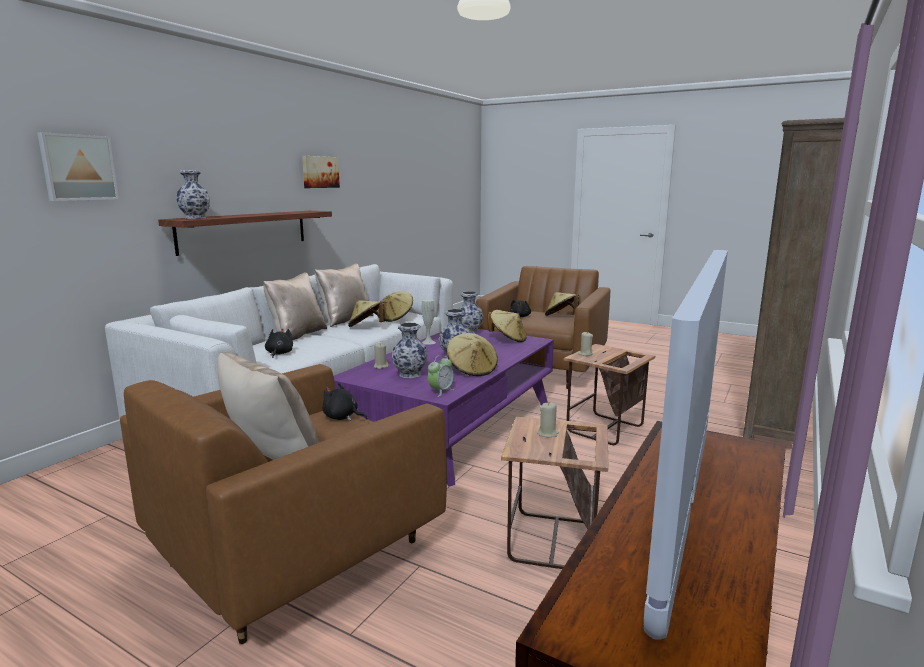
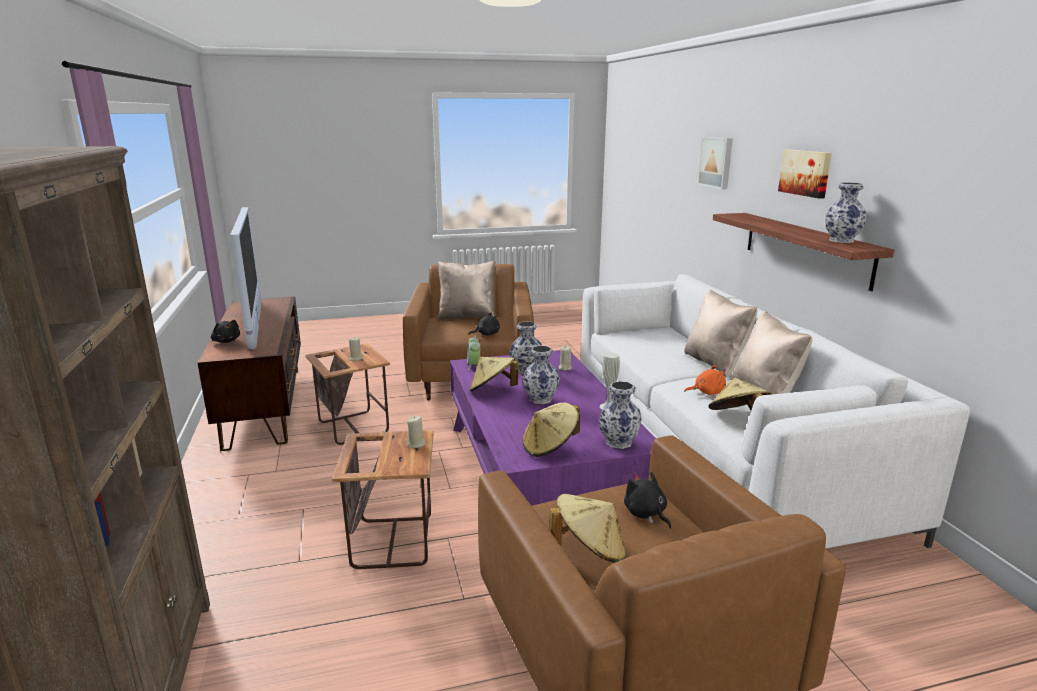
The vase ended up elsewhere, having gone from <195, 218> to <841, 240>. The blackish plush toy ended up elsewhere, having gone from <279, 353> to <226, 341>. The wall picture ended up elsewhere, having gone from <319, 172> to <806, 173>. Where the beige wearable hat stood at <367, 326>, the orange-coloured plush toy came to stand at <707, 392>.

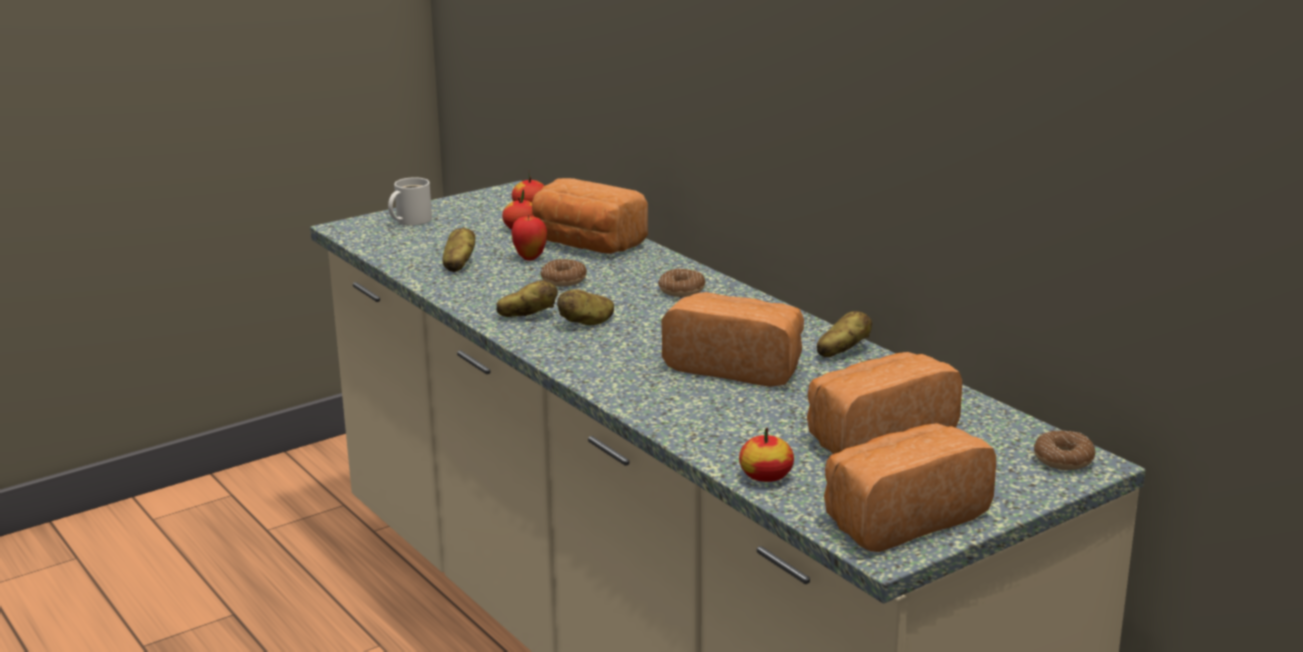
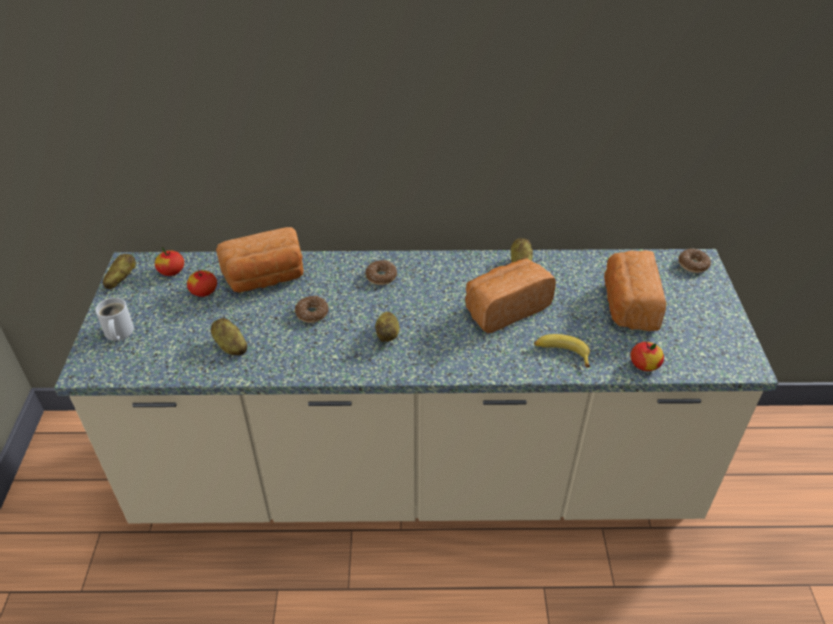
The second view lost the whole apple at <530, 258>. The second view lost the bread at <901, 517>. The second view gained the banana at <561, 353>. The whole potato ended up elsewhere, having gone from <528, 315> to <121, 279>.

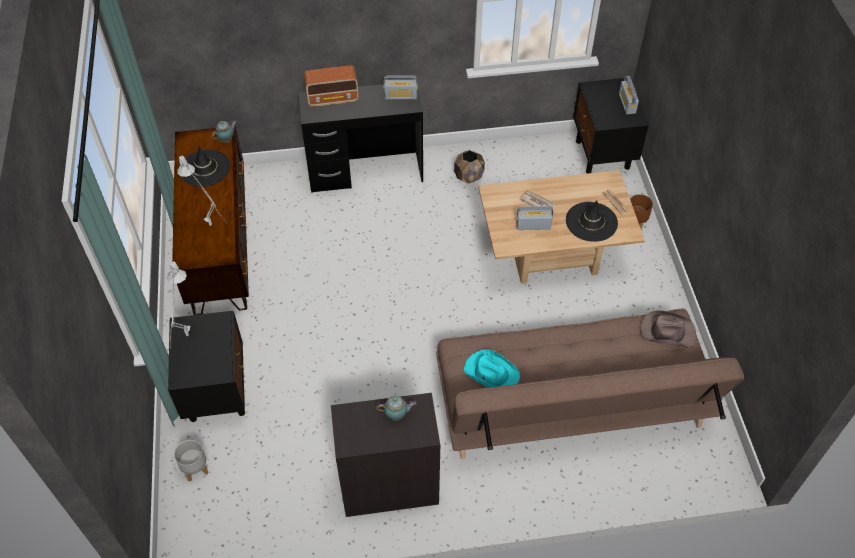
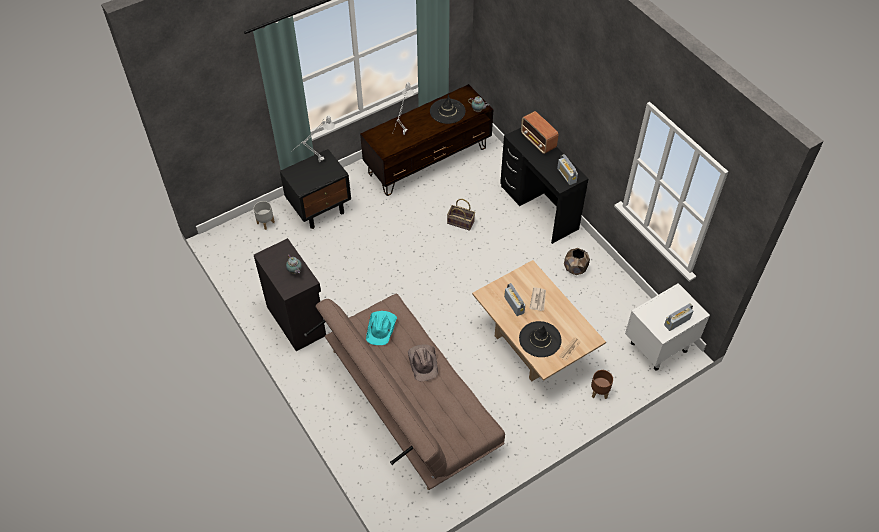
The second view gained the basket at <461, 222>. The brown-coloured wearable hat ended up elsewhere, having gone from <666, 331> to <423, 362>. What was the blackish bedside table at <602, 155> turned into the whitish bedside table at <658, 347>.

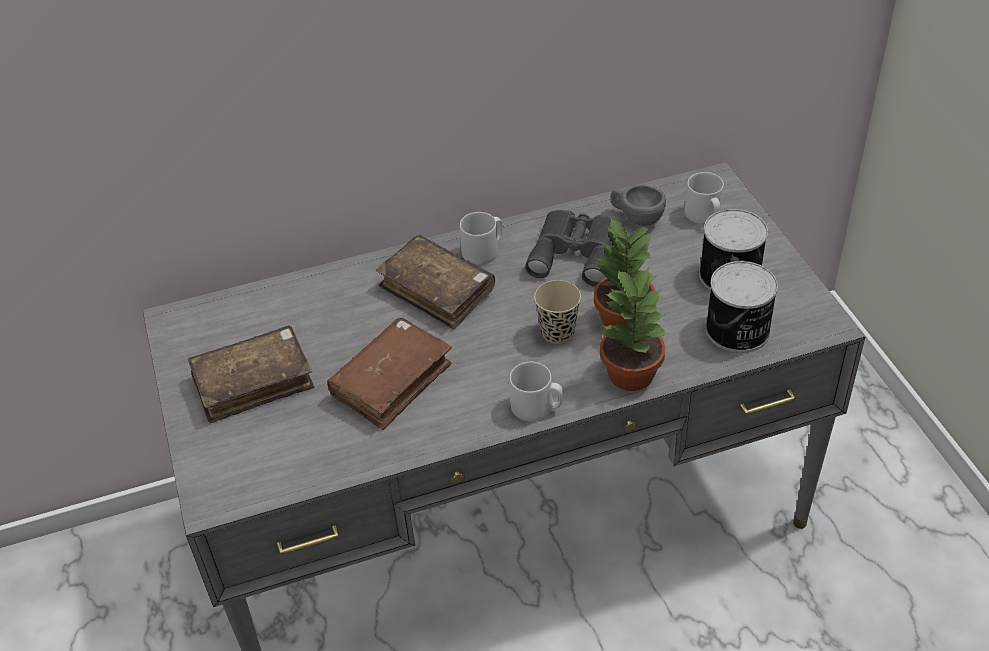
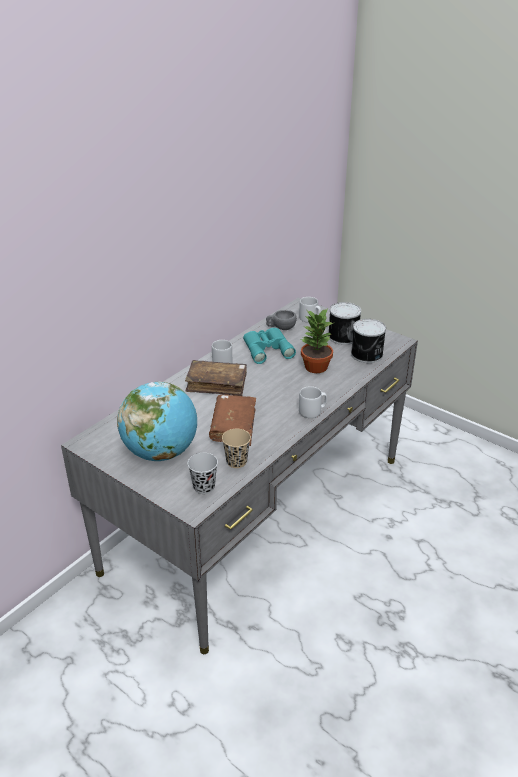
The second view lost the plant in a pot at <631, 373>. The second view gained the blackish small cup at <204, 487>. The beige small cup ended up elsewhere, having gone from <557, 332> to <236, 461>. Where the brown-coloured bound book stood at <253, 382>, the world globe came to stand at <161, 452>. What was the greyish pair of binoculars at <576, 251> turned into the turquoise-coloured pair of binoculars at <267, 348>.

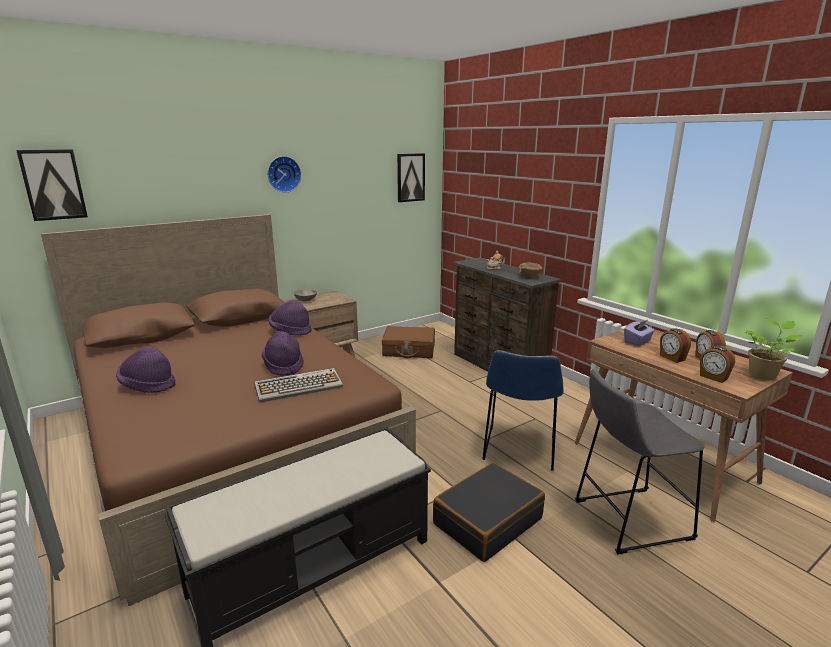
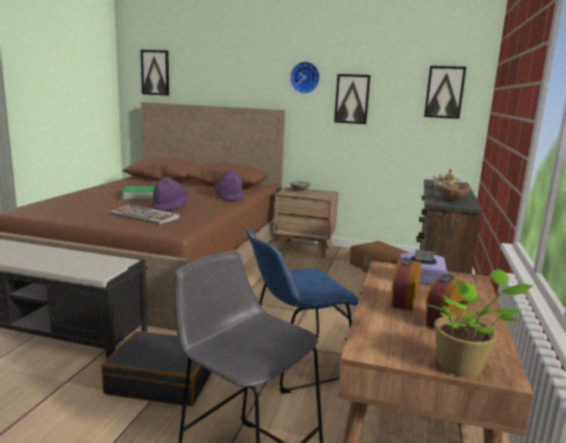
The second view lost the purple-coloured wearable hat at <148, 385>. The second view lost the alarm clock at <713, 377>. The second view gained the bound book at <139, 196>. The second view gained the wall picture at <352, 99>.

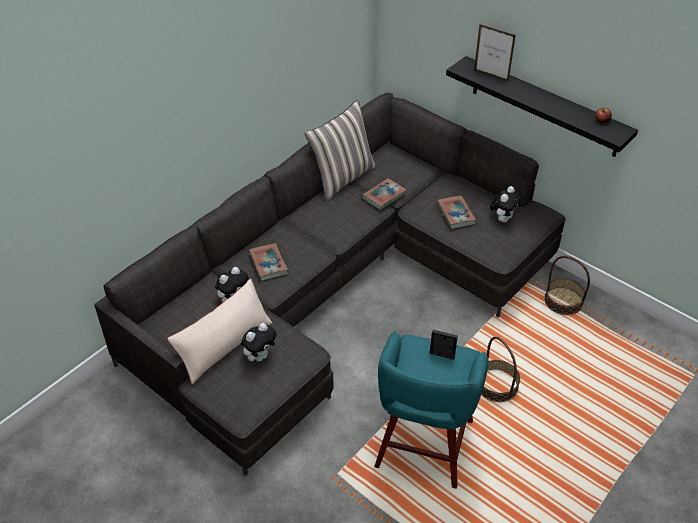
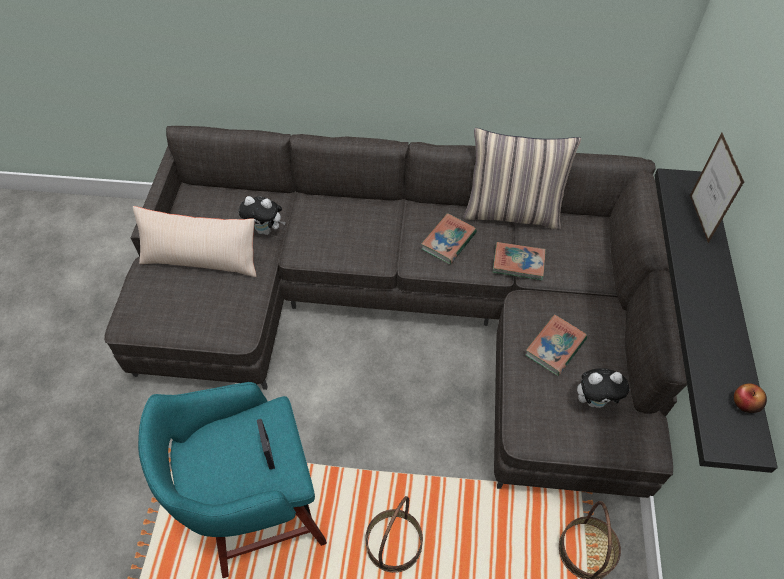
The second view lost the plush toy at <260, 356>. The bound book ended up elsewhere, having gone from <269, 264> to <448, 241>.

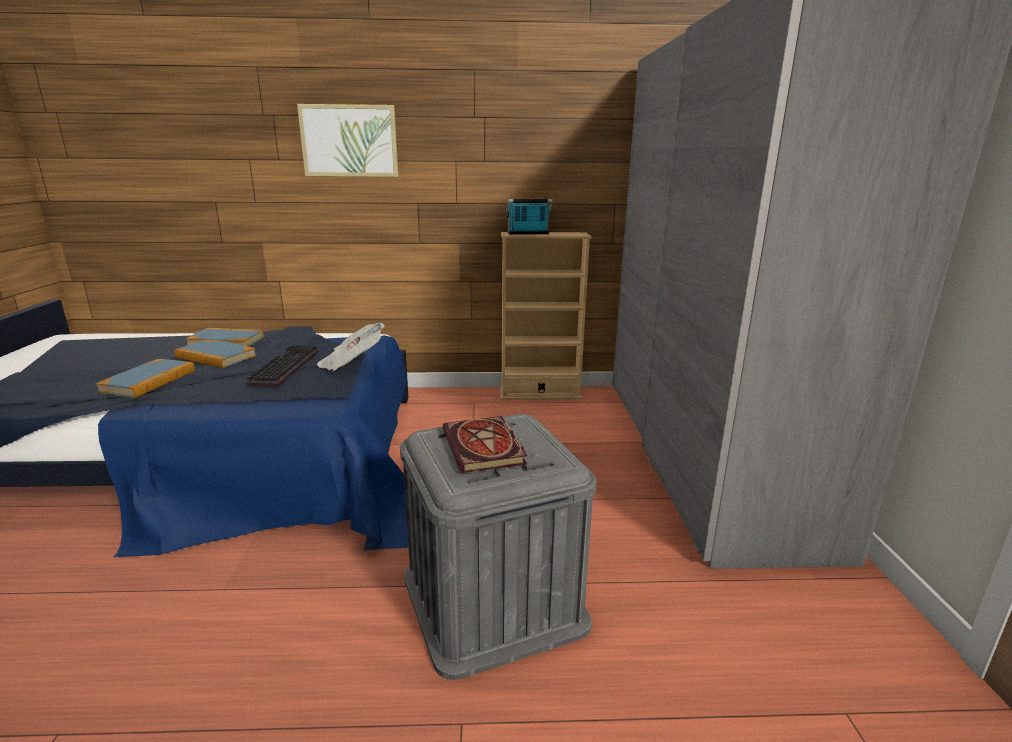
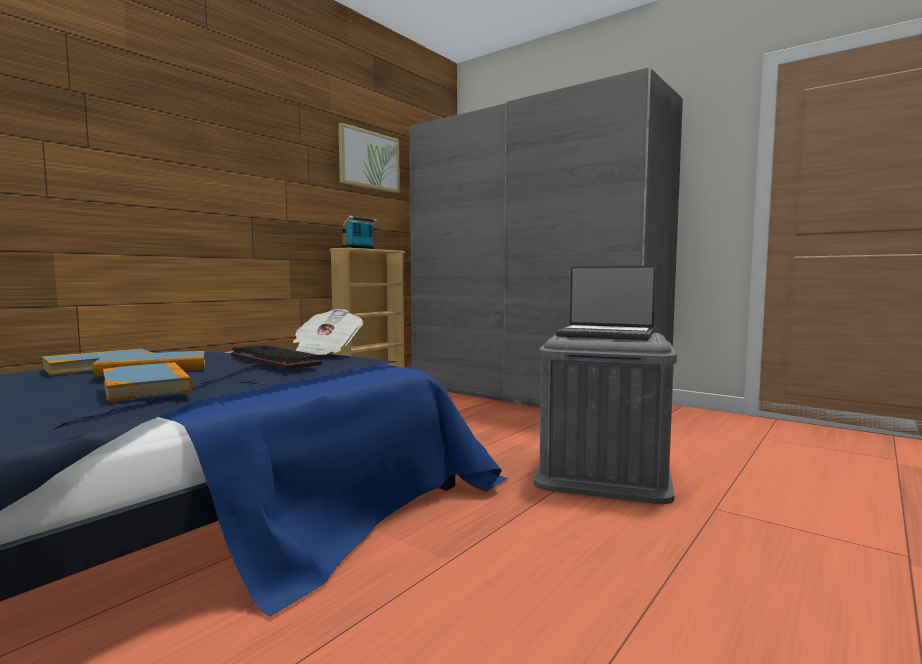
The wall picture ended up elsewhere, having gone from <349, 141> to <369, 160>. Where the bound book stood at <485, 448>, the laptop came to stand at <606, 335>.

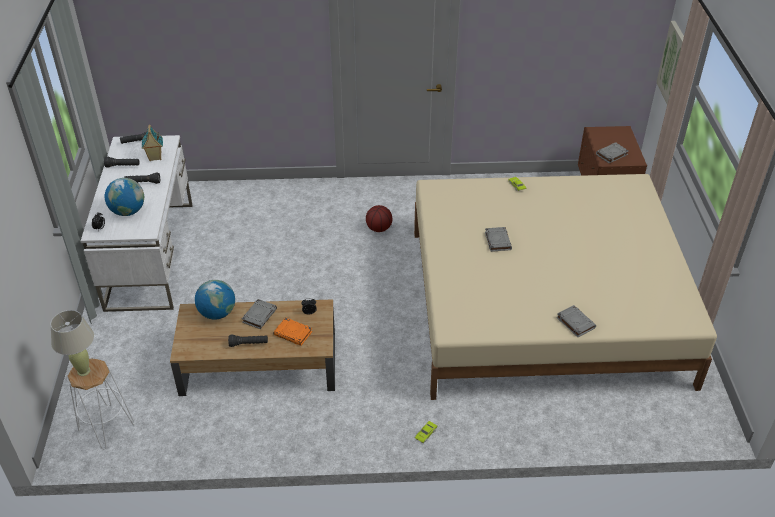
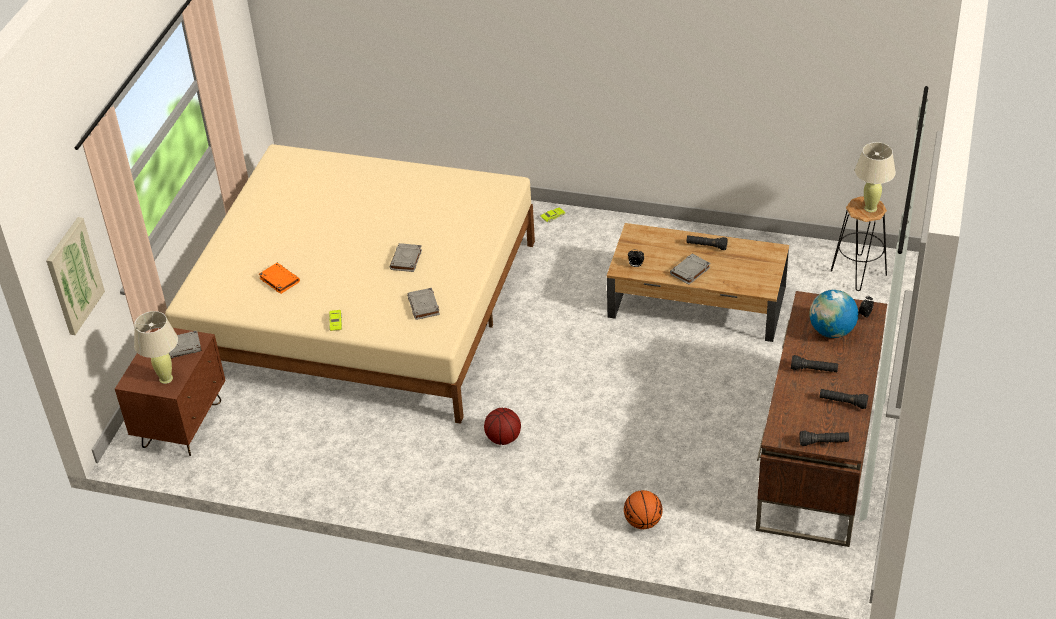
The second view lost the model house at <155, 157>. The second view lost the world globe at <217, 313>. The second view gained the beige tabletop lamp at <166, 378>. The second view gained the basketball ball at <643, 522>. The orange-coloured bound book ended up elsewhere, having gone from <293, 333> to <279, 280>. The greyish bound book ended up elsewhere, having gone from <575, 322> to <424, 306>. What was the whitish stool at <107, 427> turned into the blackish stool at <858, 272>. What was the whitish desk unit at <150, 254> turned into the brown-coloured desk unit at <817, 459>.

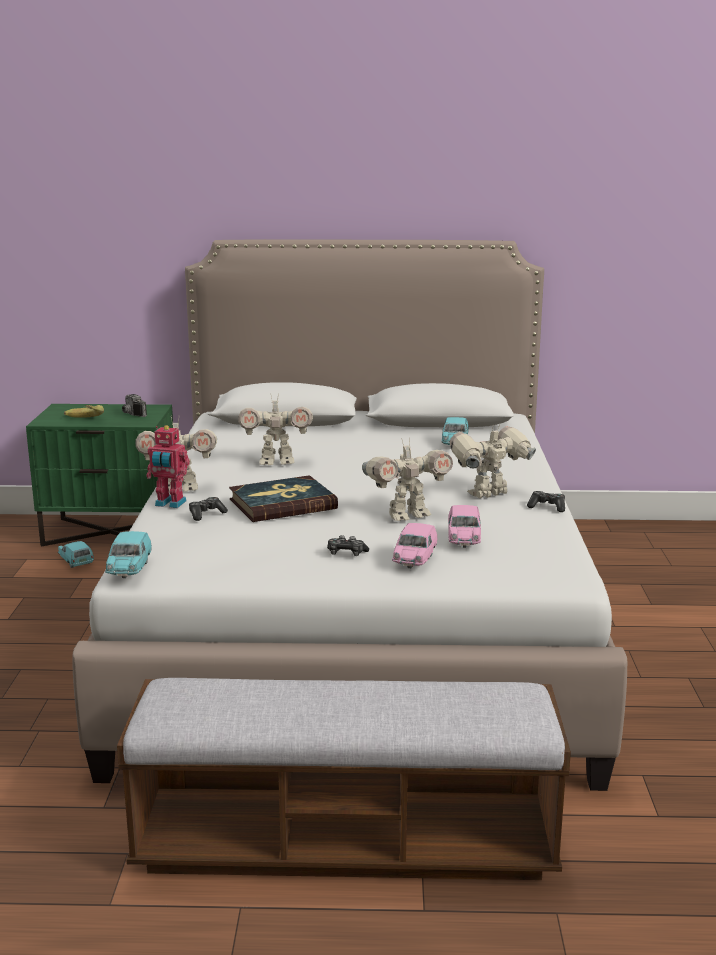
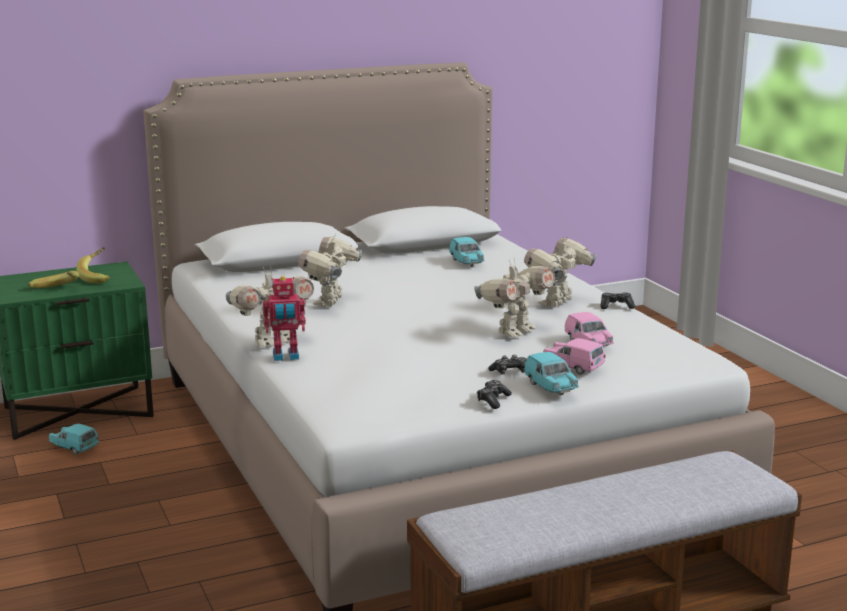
The second view lost the bound book at <282, 504>. The turquoise-coloured model car ended up elsewhere, having gone from <129, 569> to <551, 387>. The gamepad ended up elsewhere, having gone from <206, 514> to <493, 400>. Where the photo camera stood at <131, 414>, the banana came to stand at <99, 277>. The robot figure at <276, 462> ended up facing another way, 135 degrees clockwise from before. The pink-coloured model car at <414, 560> ended up facing another way, 135 degrees clockwise from before.

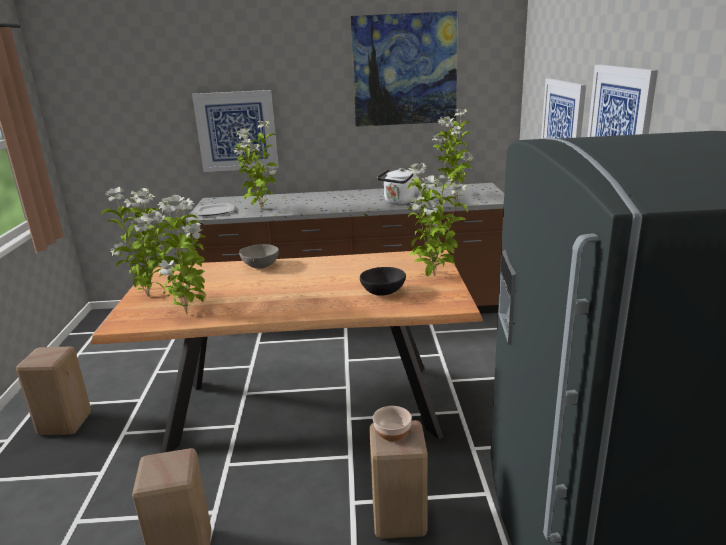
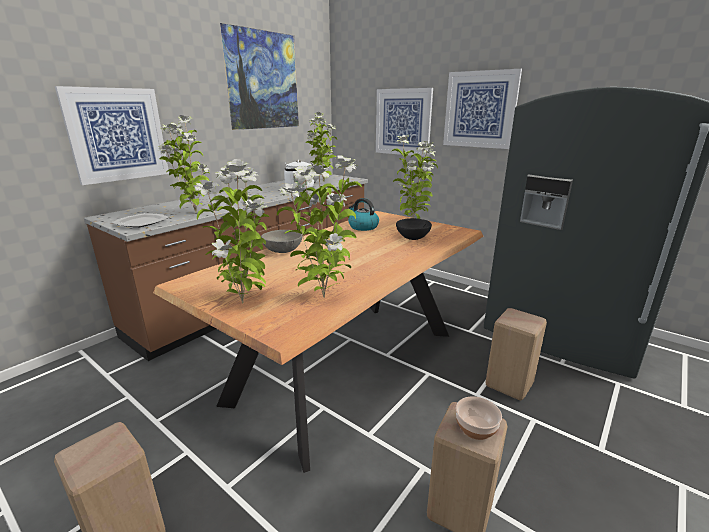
The second view gained the tea kettle at <363, 227>. The bowl ended up elsewhere, having gone from <392, 433> to <476, 428>.

